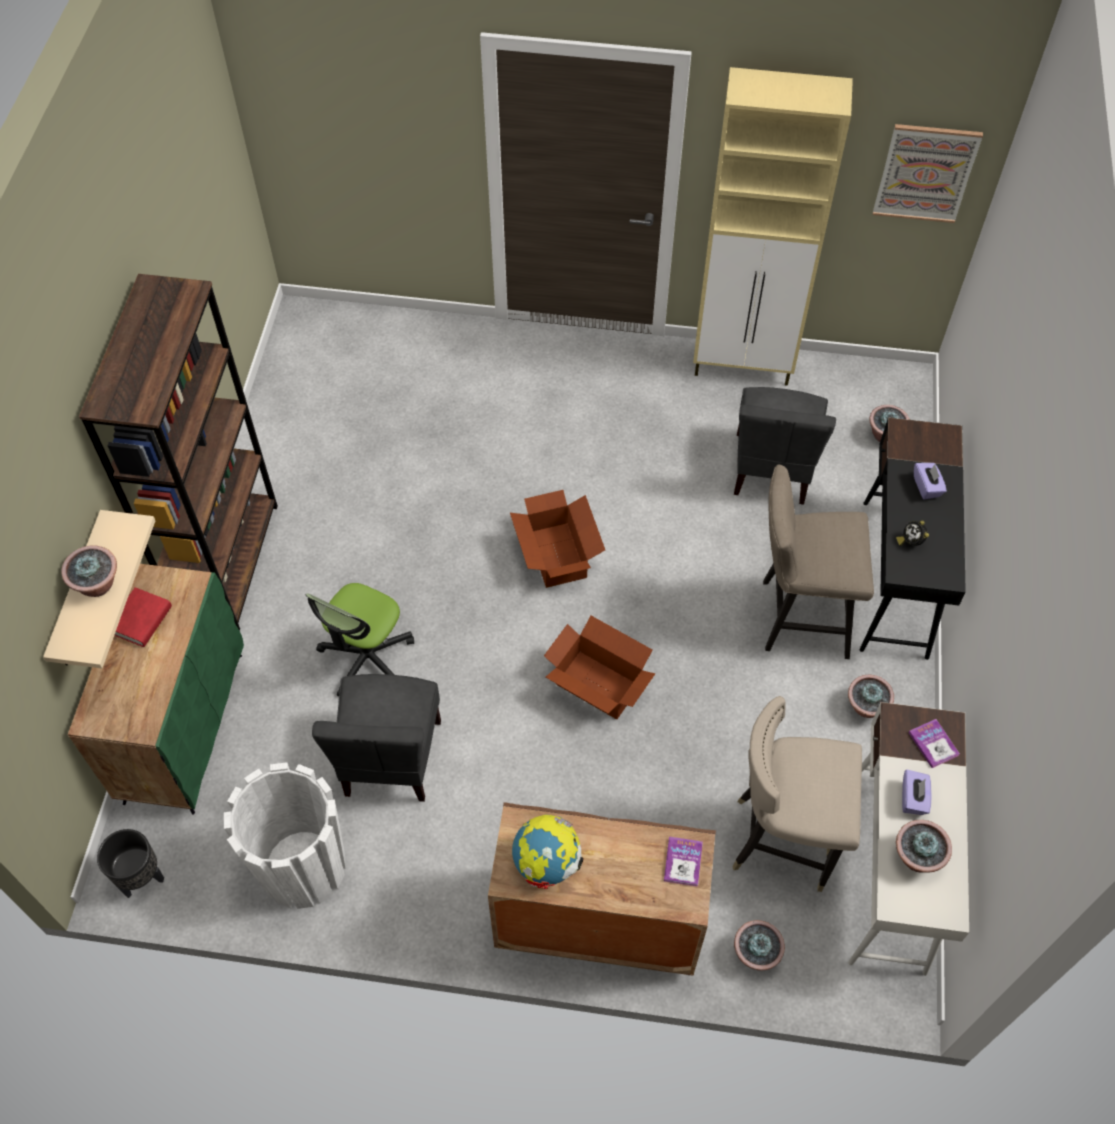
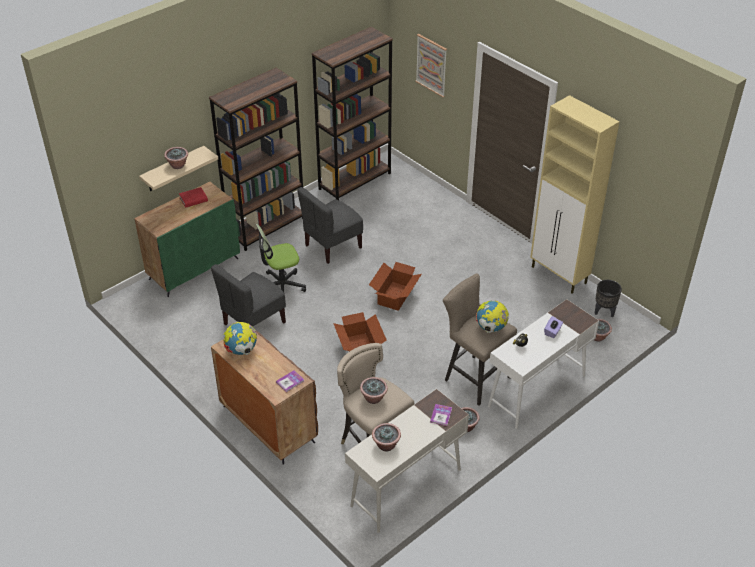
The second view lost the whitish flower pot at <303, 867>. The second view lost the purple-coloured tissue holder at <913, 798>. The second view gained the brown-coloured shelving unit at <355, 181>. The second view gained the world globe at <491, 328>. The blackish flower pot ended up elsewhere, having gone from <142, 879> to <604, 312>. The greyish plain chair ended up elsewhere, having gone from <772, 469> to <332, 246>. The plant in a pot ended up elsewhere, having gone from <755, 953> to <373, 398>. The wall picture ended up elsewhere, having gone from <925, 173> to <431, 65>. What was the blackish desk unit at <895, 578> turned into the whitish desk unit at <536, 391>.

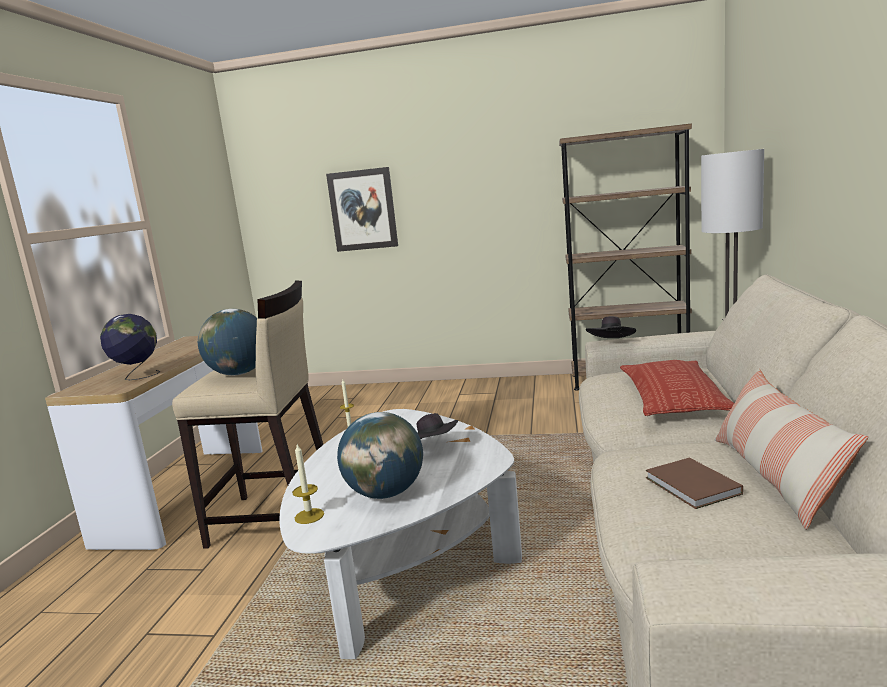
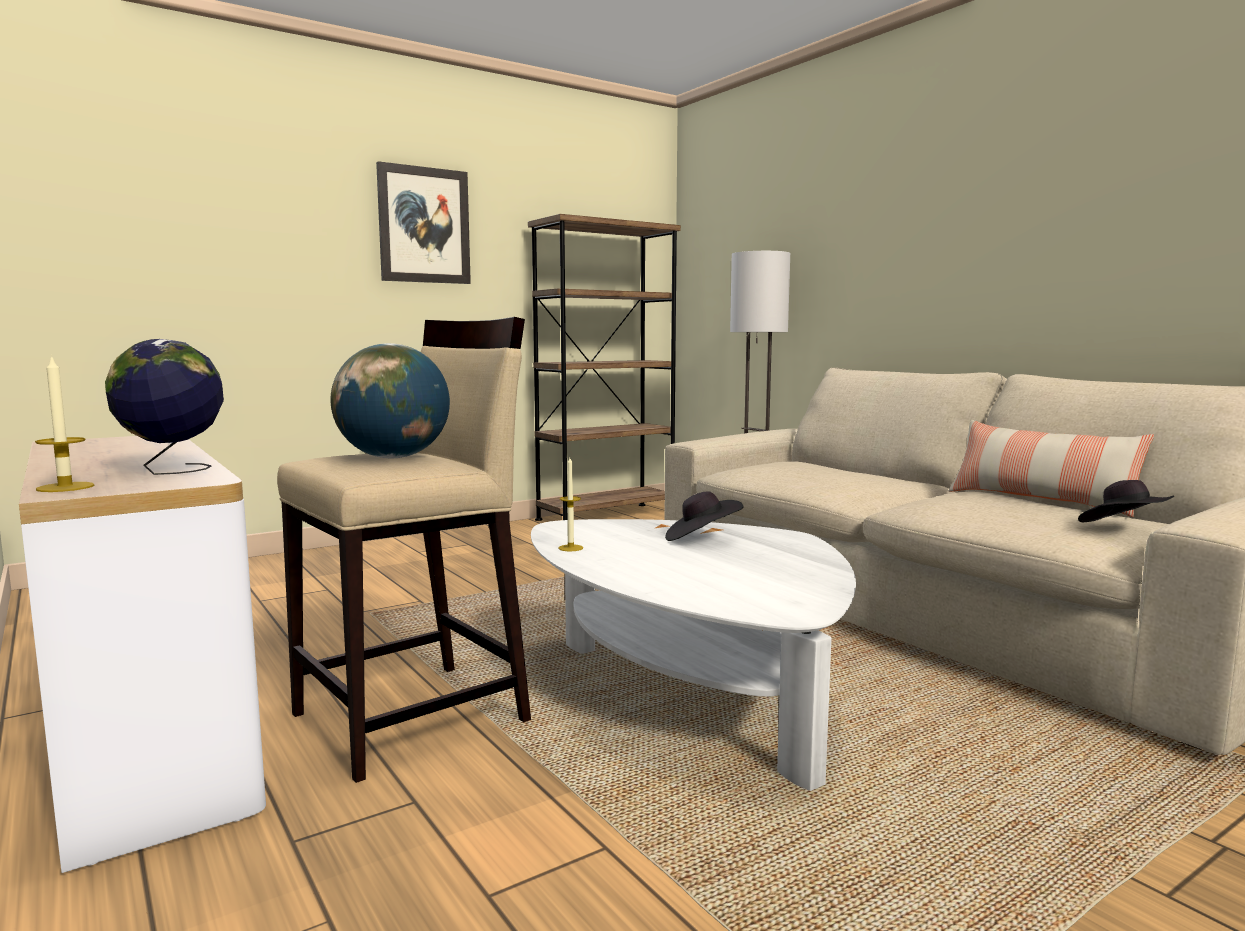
The second view lost the world globe at <385, 493>. The second view lost the cushion at <673, 398>. The second view lost the brown-coloured bound book at <692, 487>. The wax candle ended up elsewhere, having gone from <309, 516> to <65, 487>. The wall picture ended up elsewhere, having gone from <363, 210> to <424, 225>. The blackish wearable hat ended up elsewhere, having gone from <611, 343> to <1123, 529>.

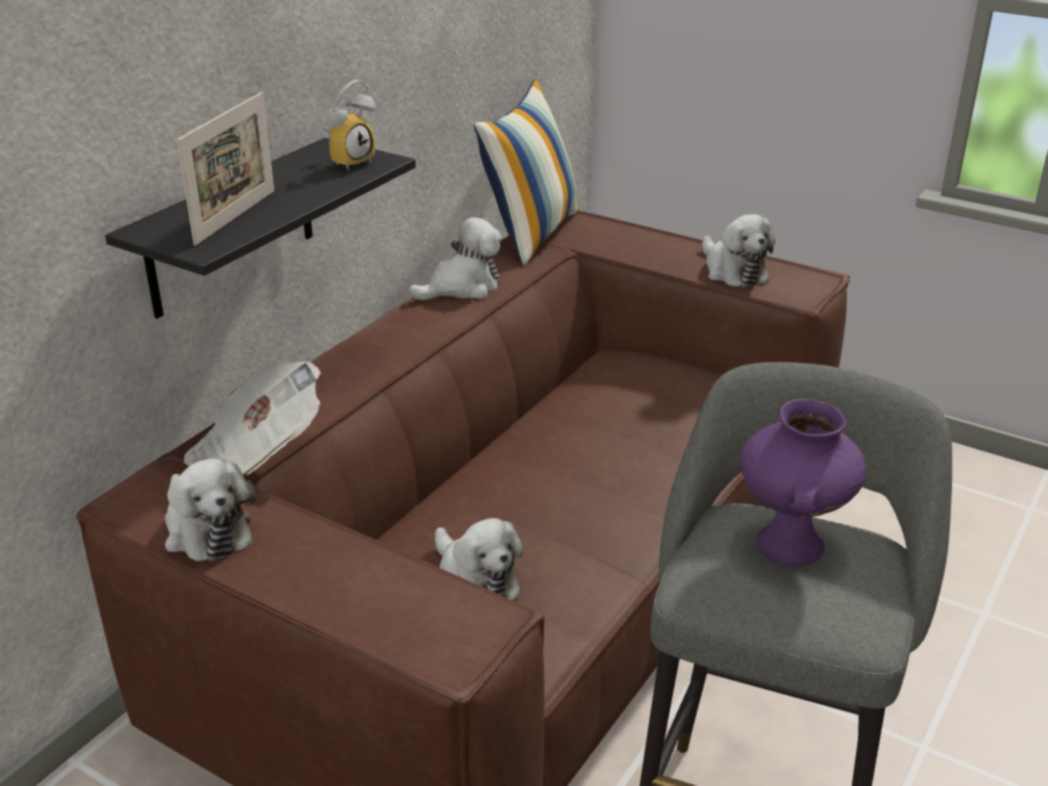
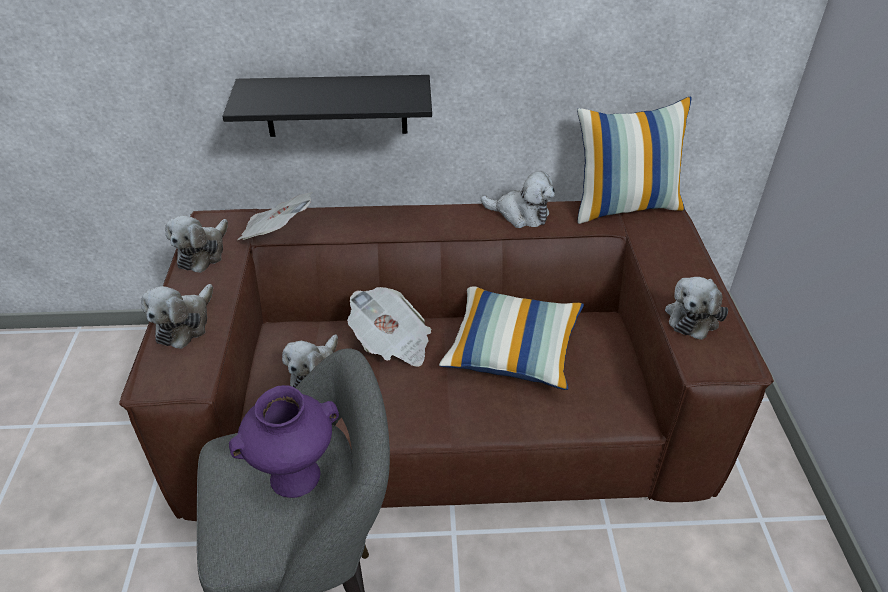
The second view lost the photo frame at <236, 217>. The second view lost the alarm clock at <350, 161>. The second view gained the plush toy at <184, 324>. The second view gained the printed paper at <392, 343>. The second view gained the cushion at <513, 349>.

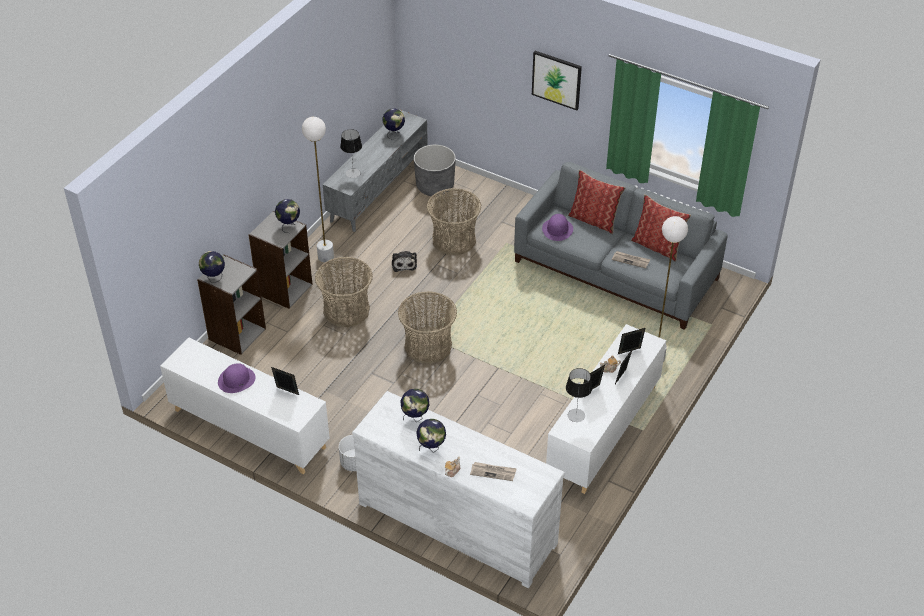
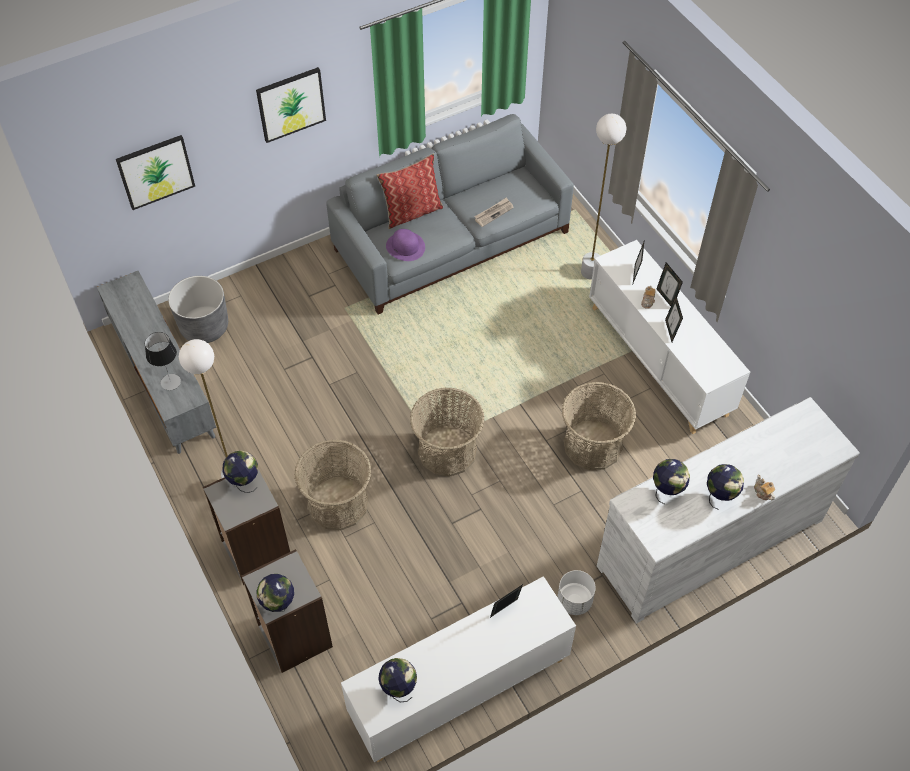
The second view lost the purple-coloured wearable hat at <236, 380>. The second view lost the plush toy at <404, 263>. The second view lost the printed paper at <493, 472>. The second view lost the tabletop lamp at <576, 415>. The second view lost the cushion at <657, 246>. The second view gained the wall picture at <155, 171>. The world globe ended up elsewhere, having gone from <394, 133> to <398, 688>. The basket ended up elsewhere, having gone from <454, 240> to <592, 445>.

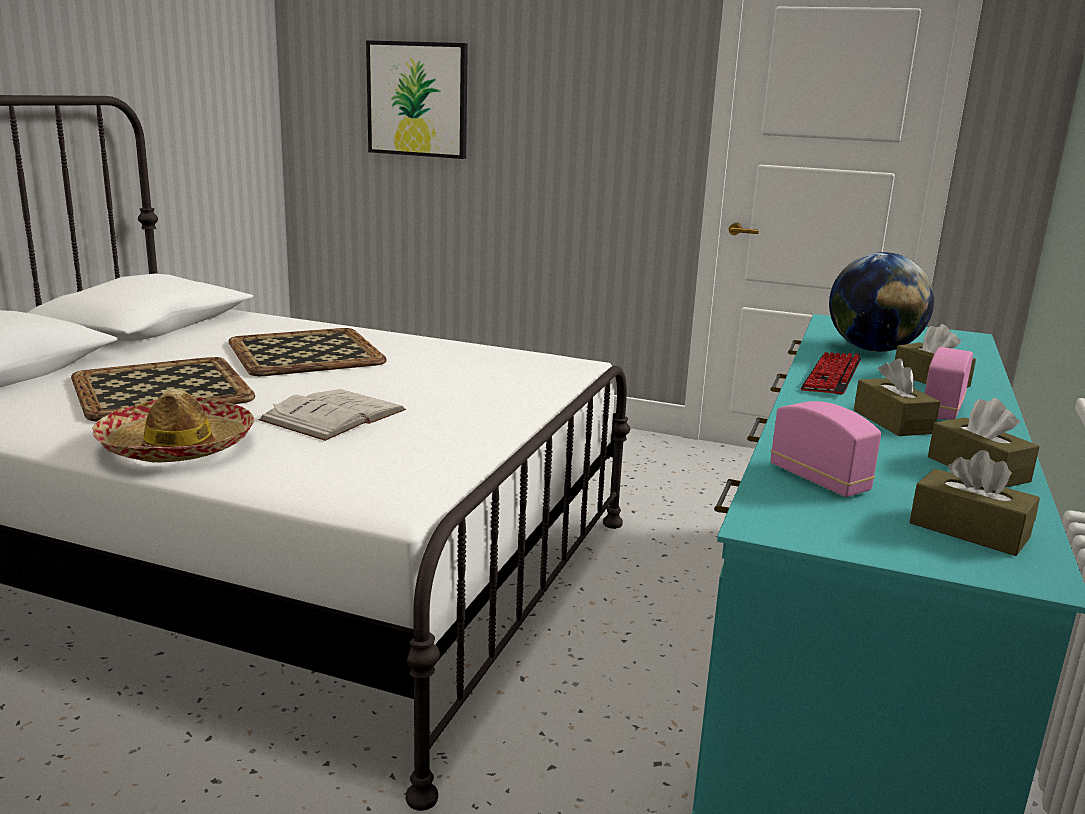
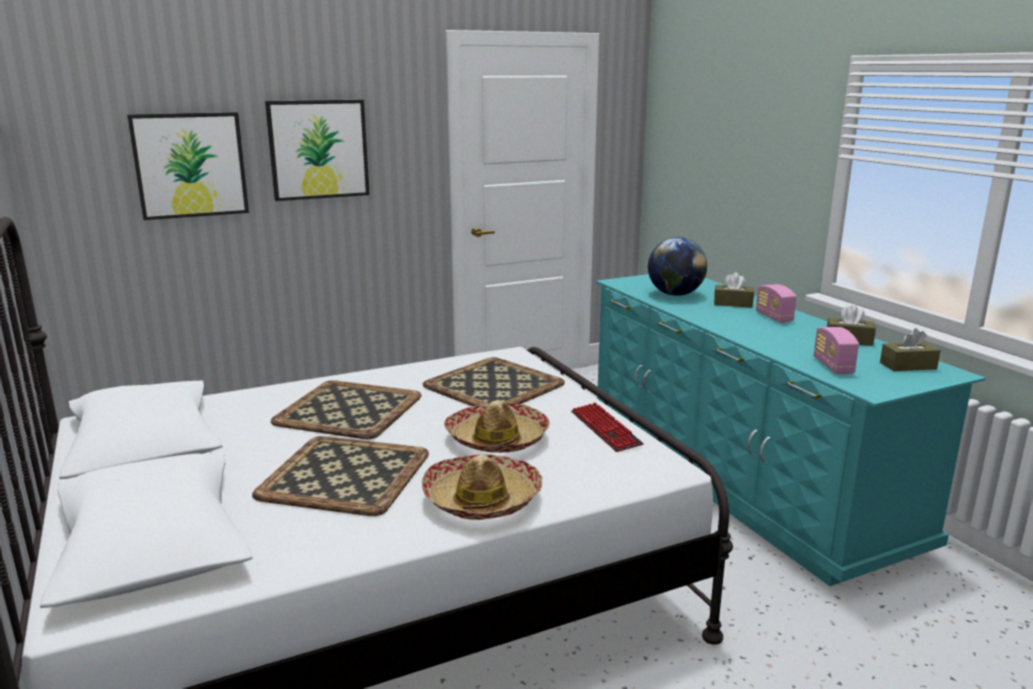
The second view lost the brown-coloured tissue holder at <892, 421>. The second view gained the wall picture at <318, 149>. The second view gained the carrying tray at <493, 384>. The computer keyboard ended up elsewhere, having gone from <831, 376> to <605, 429>. Where the whitish bound book stood at <334, 415>, the wearable hat came to stand at <497, 439>. The radio set at <819, 479> ended up facing another way, 105 degrees counterclockwise from before.

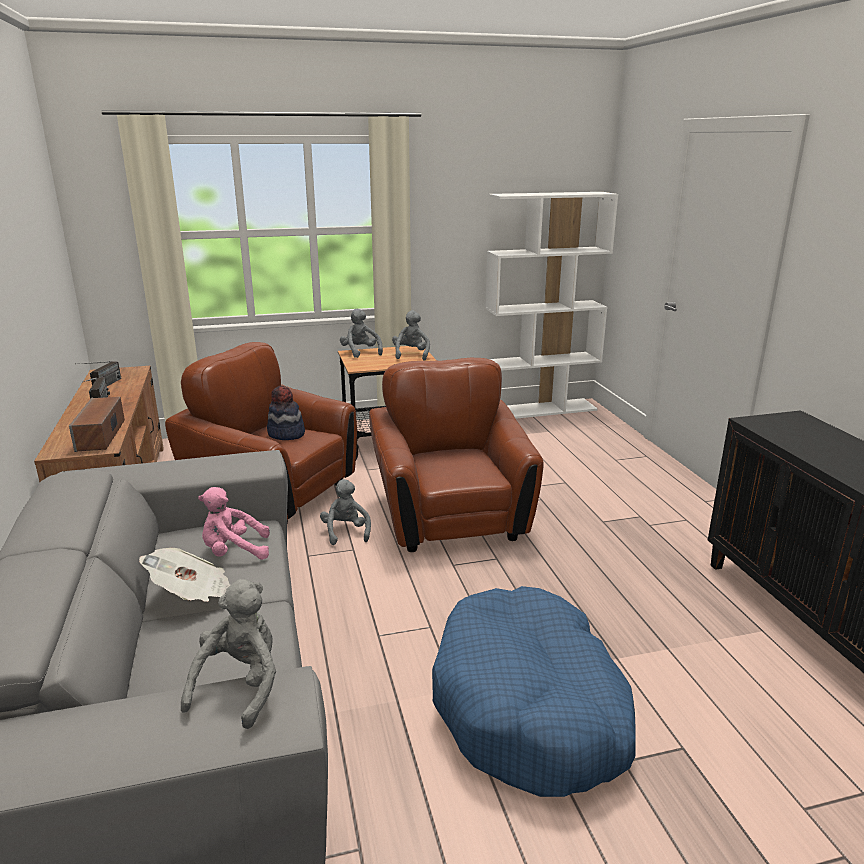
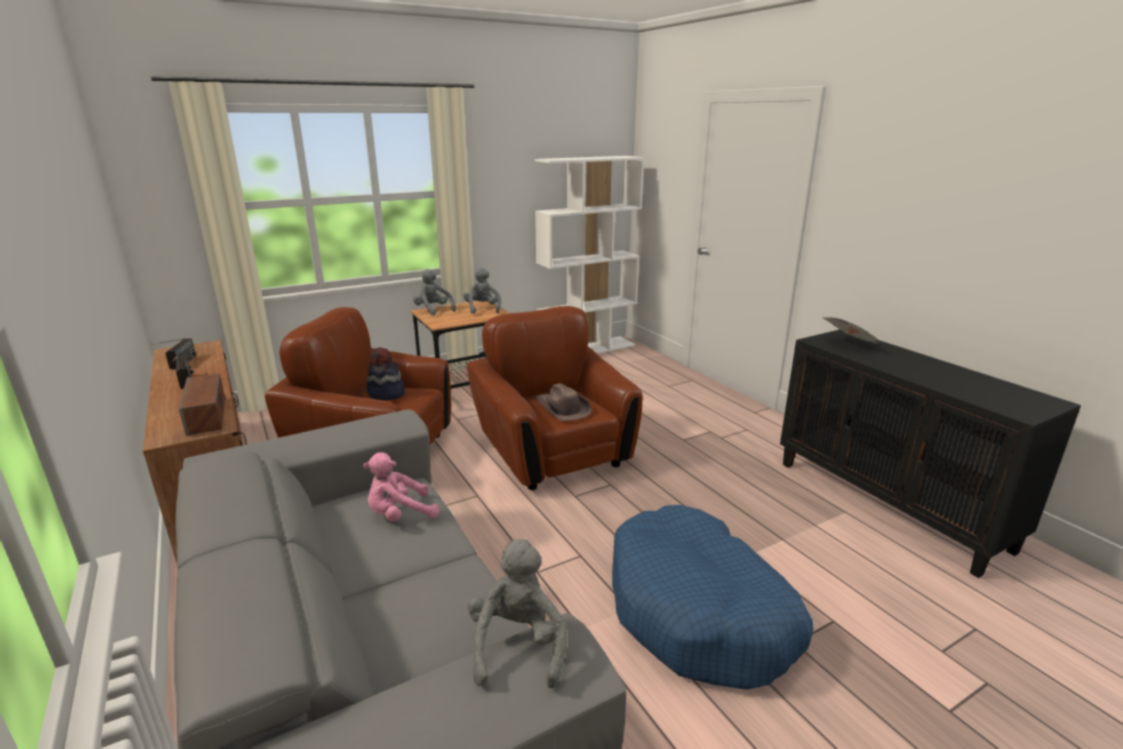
The second view lost the greyish plush toy at <346, 532>. The second view gained the brown-coloured wearable hat at <562, 408>. The printed paper ended up elsewhere, having gone from <194, 595> to <850, 345>.

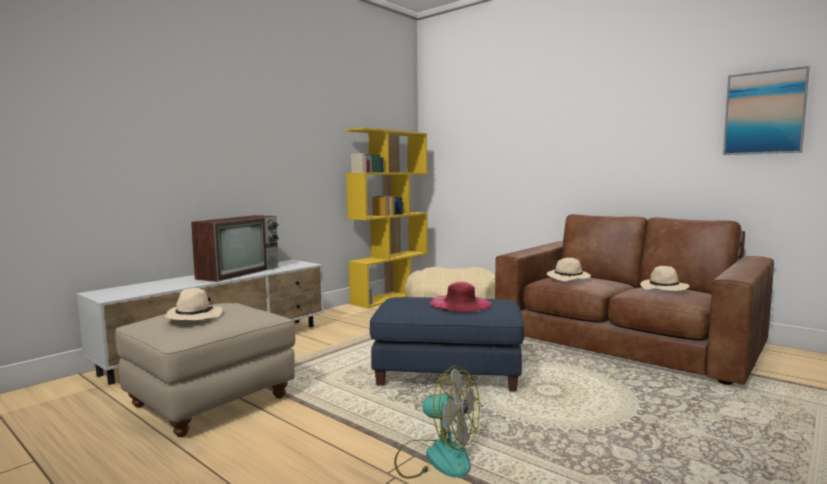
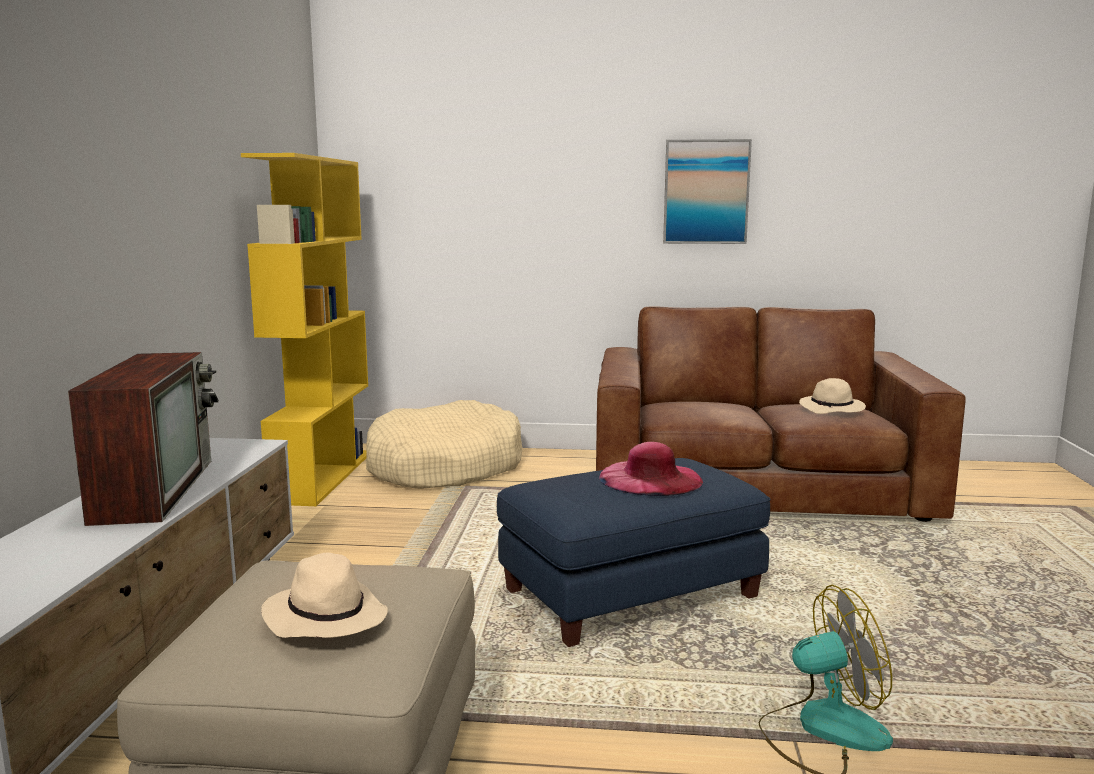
The second view lost the beige wearable hat at <569, 278>. The wall picture ended up elsewhere, having gone from <764, 113> to <706, 192>.

